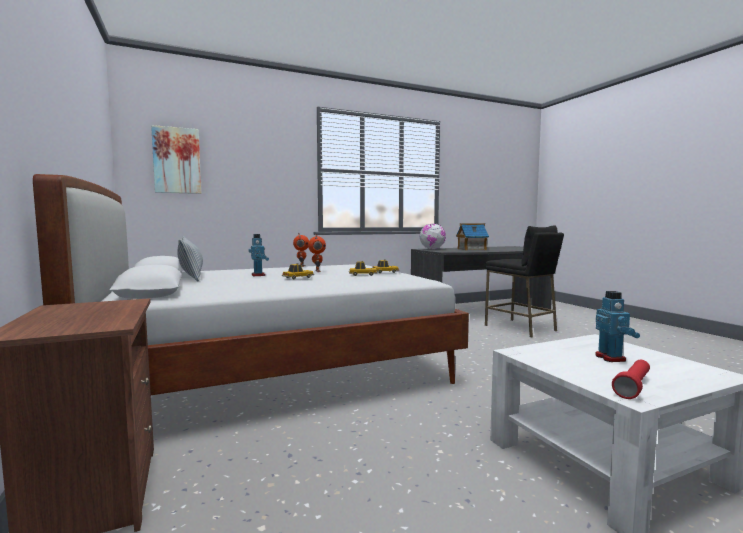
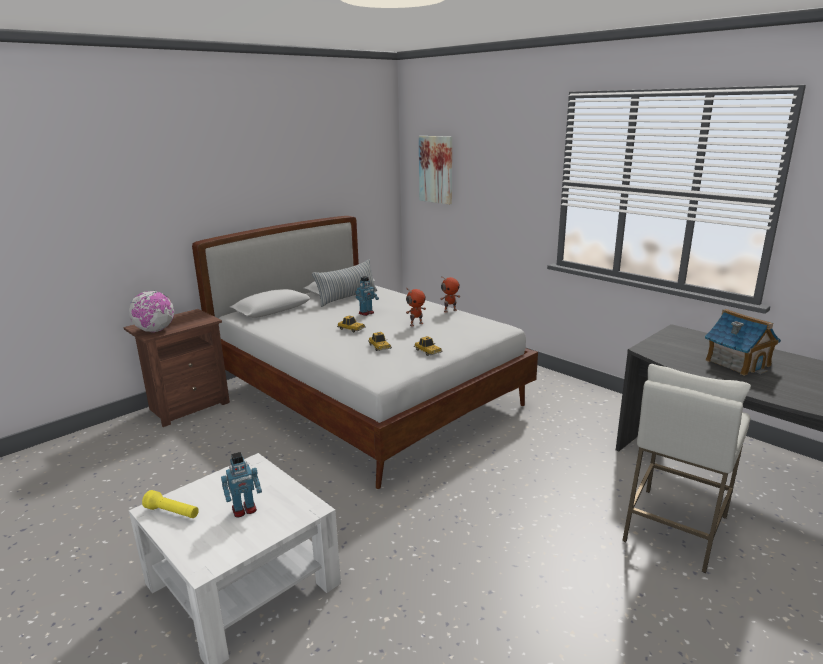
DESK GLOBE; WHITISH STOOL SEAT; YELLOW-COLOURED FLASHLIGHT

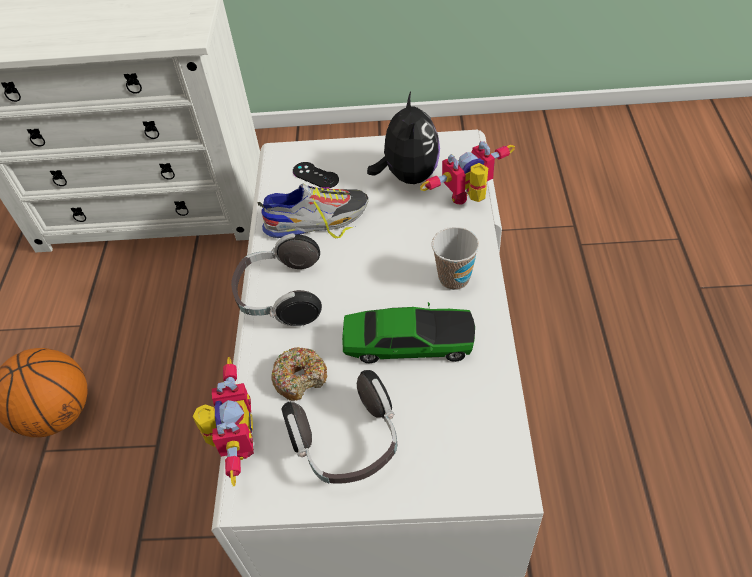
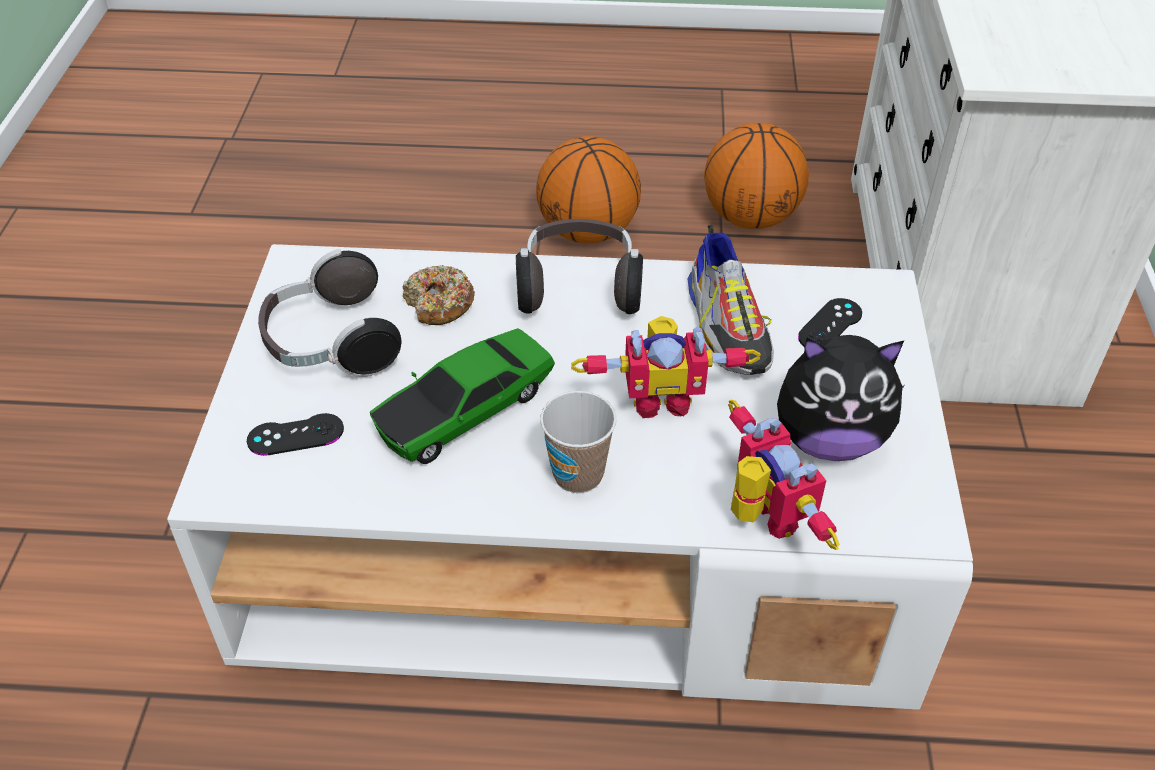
BLACK-COLOURED GAME CONTROLLER (1st from left); BASKETBALL BALL (2nd from left); TOY ROBOT (1st from left); MINIATURE CAR

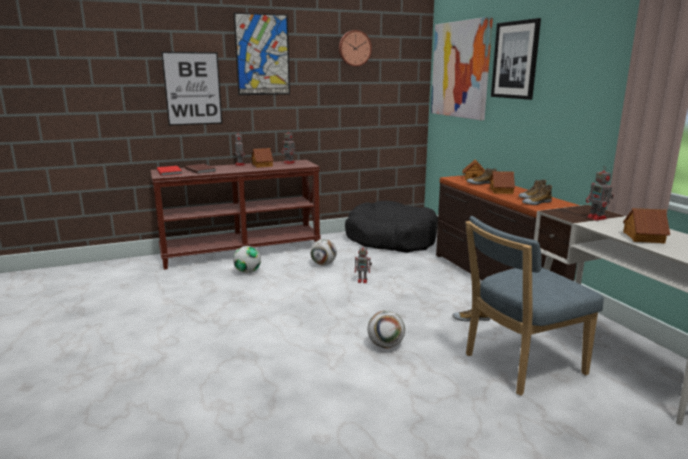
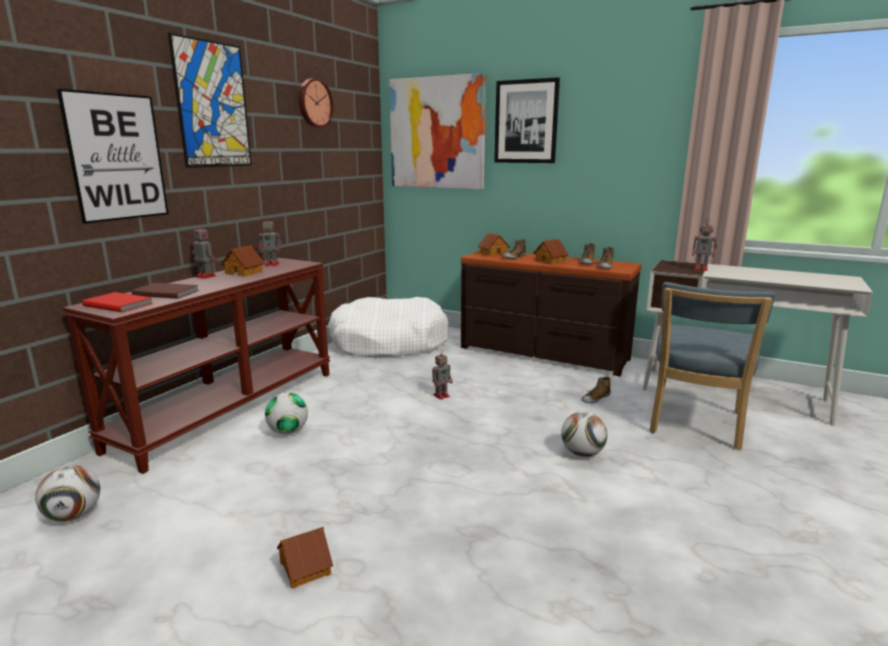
FOOTBALL (1st from left); MODEL HOUSE (2nd from left); WHITISH DOG CUSHION

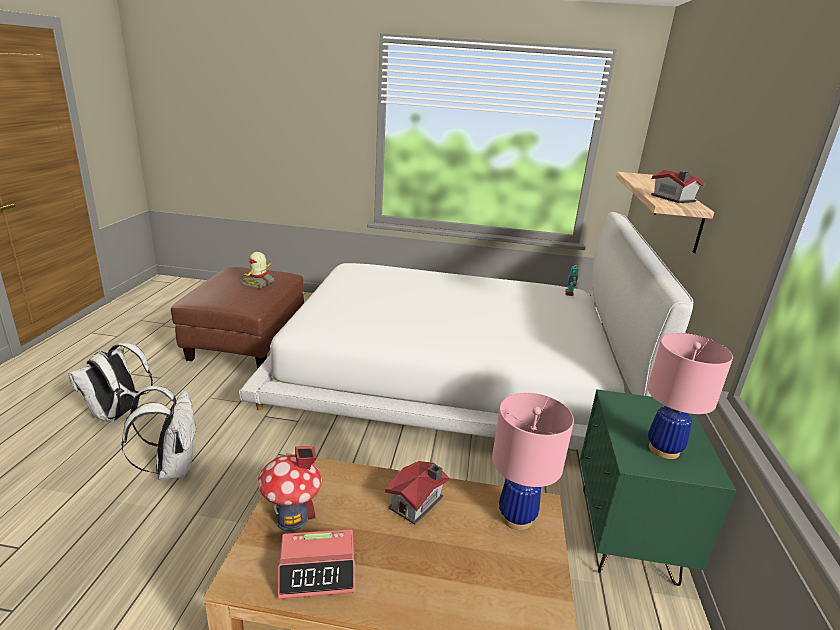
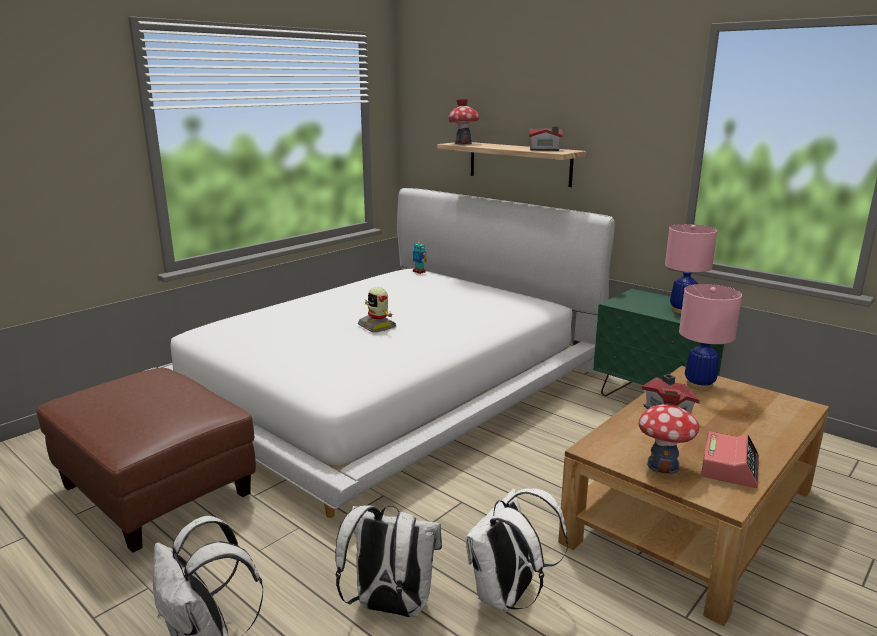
MODEL HOUSE (1st from left); WHITISH BACKPACK (3rd from left); TOY ROBOT (1st from left)

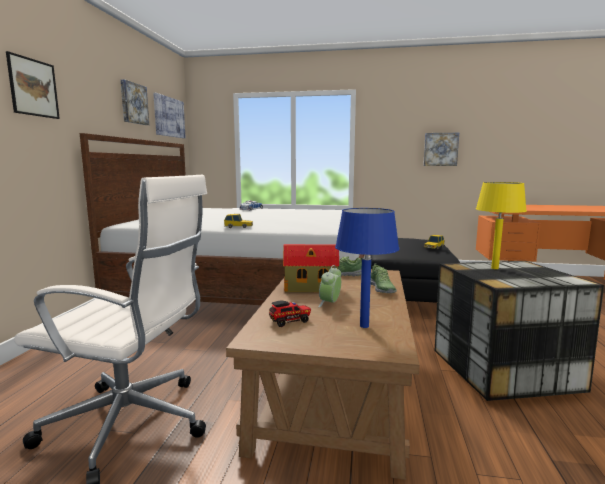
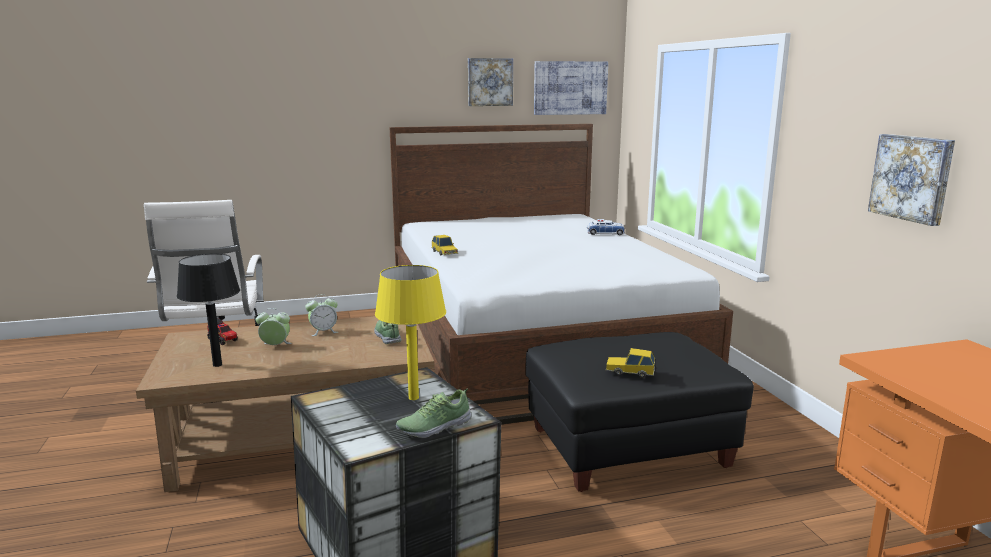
WALL ART (1st from left in the first image); SHOE (2nd from left); BEDSIDE CLOCK (2nd from left); BLACK-COLOURED TABLETOP LAMP

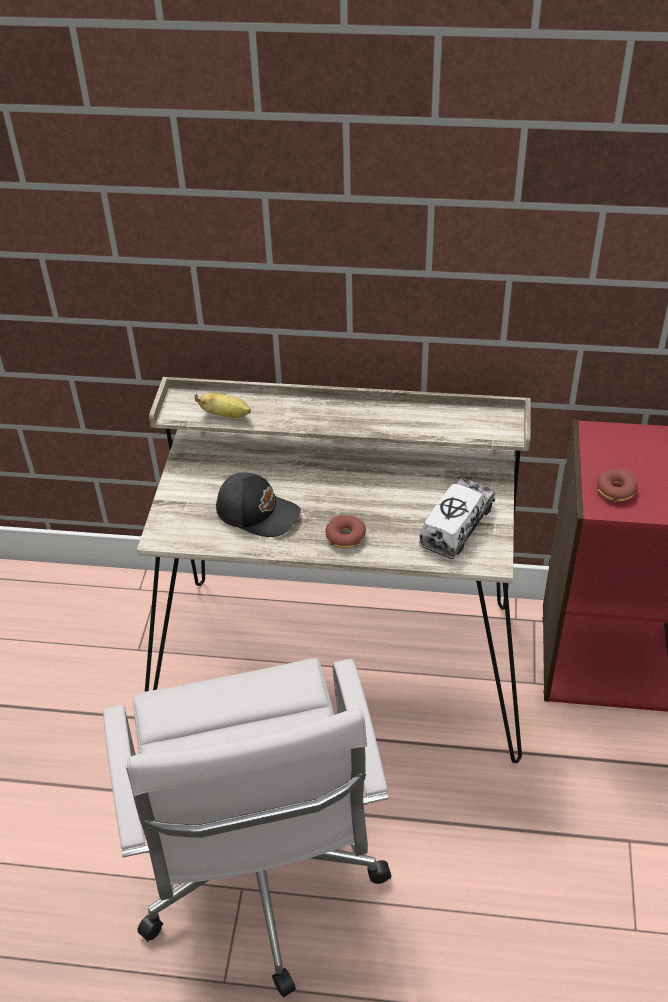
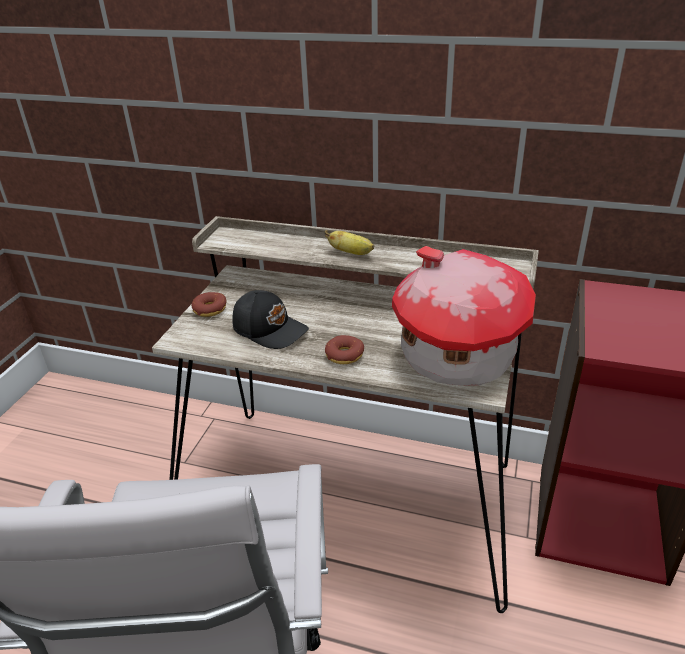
BANANA FRUIT; RING DOUGHNUT (1st from left); MODEL HOUSE

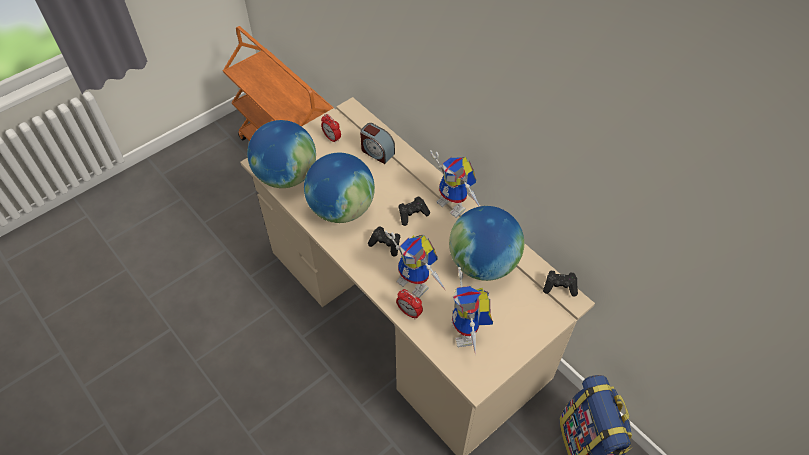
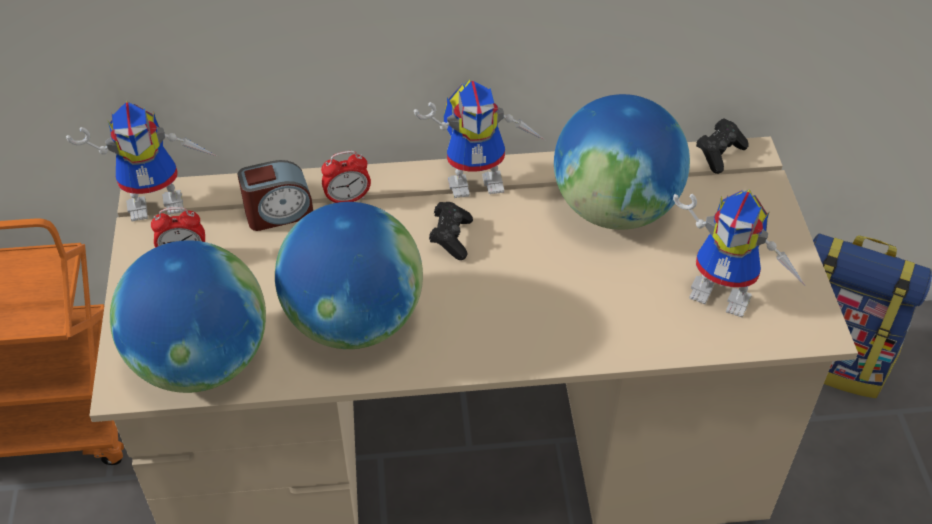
BLACK-COLOURED GAME CONTROLLER (1st from left in the first image); TOY ROBOT (1st from left); BEDSIDE CLOCK (3rd from left)

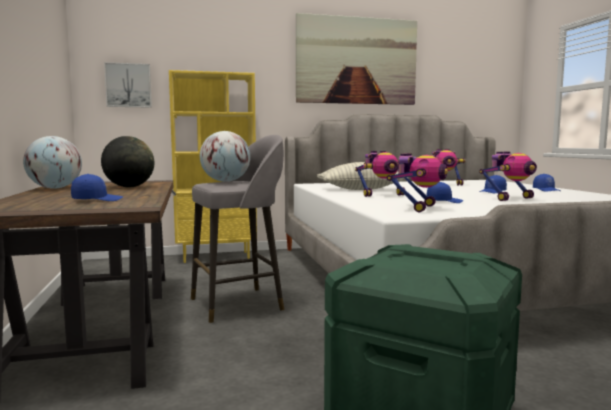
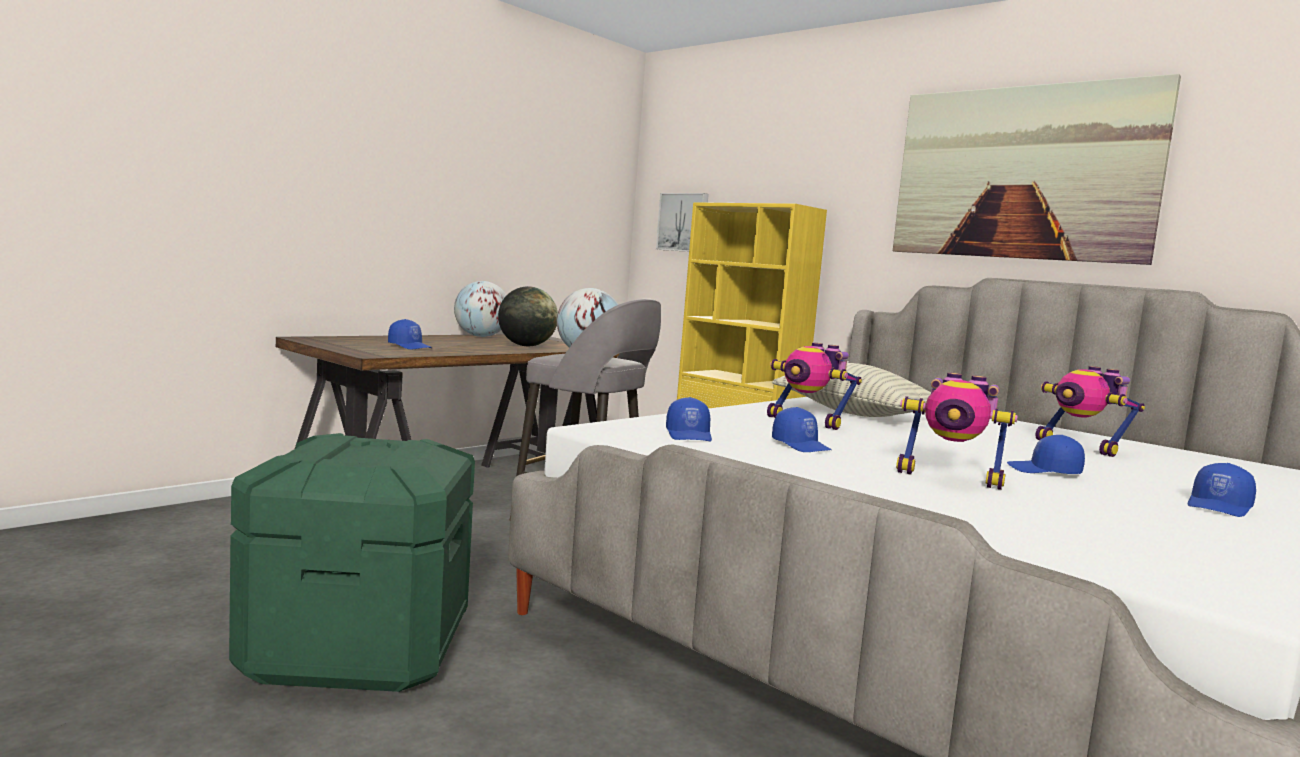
BLUISH CAP (2nd from left)

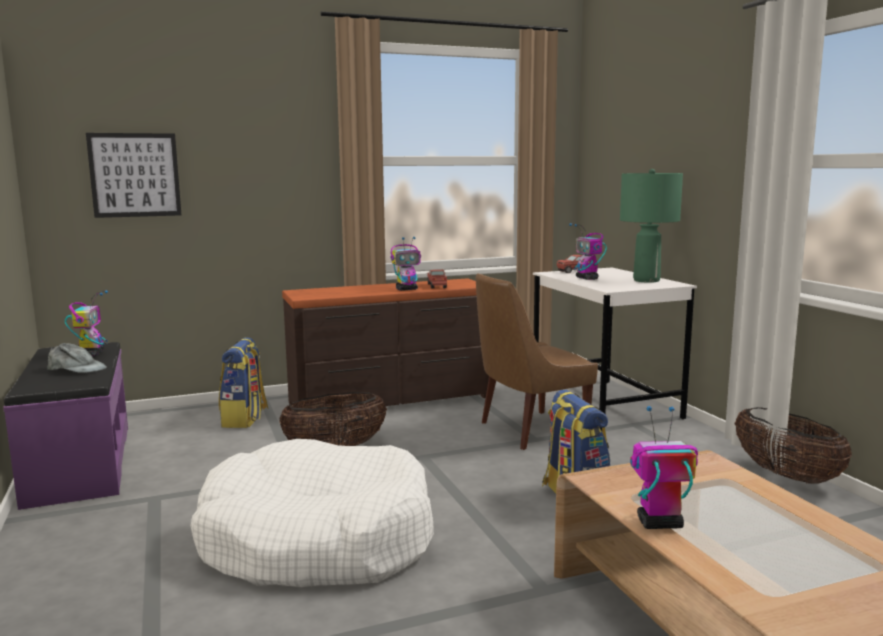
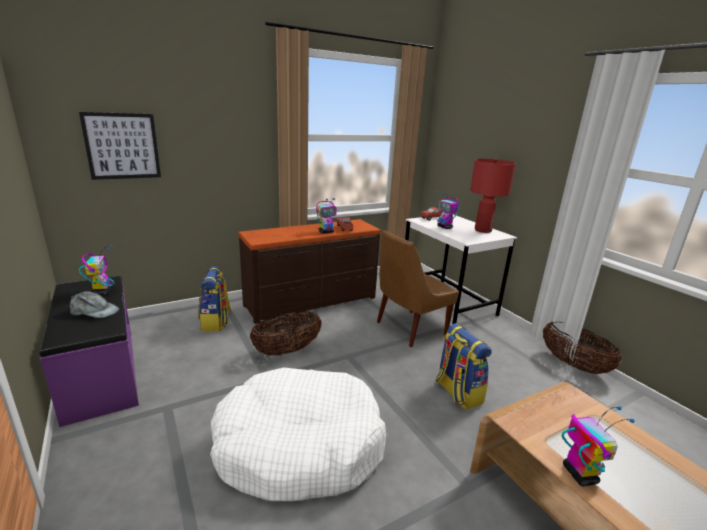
RED TABLETOP LAMP; TOY ROBOT (4th from left)

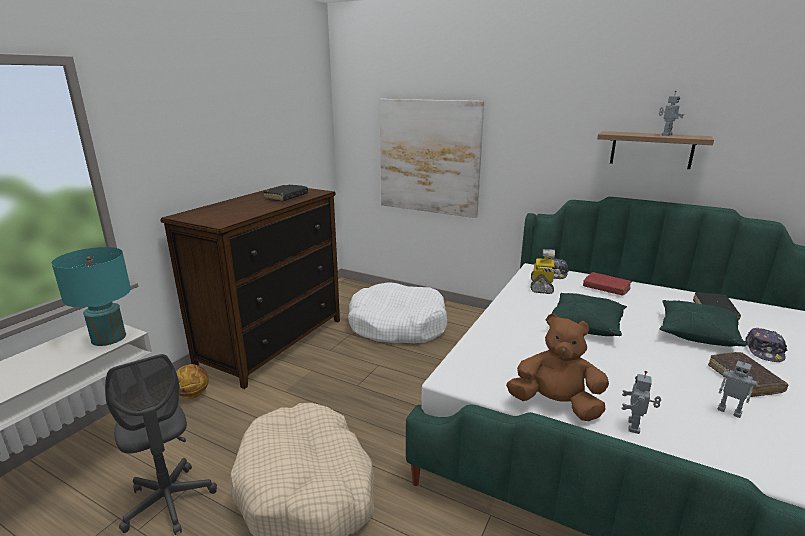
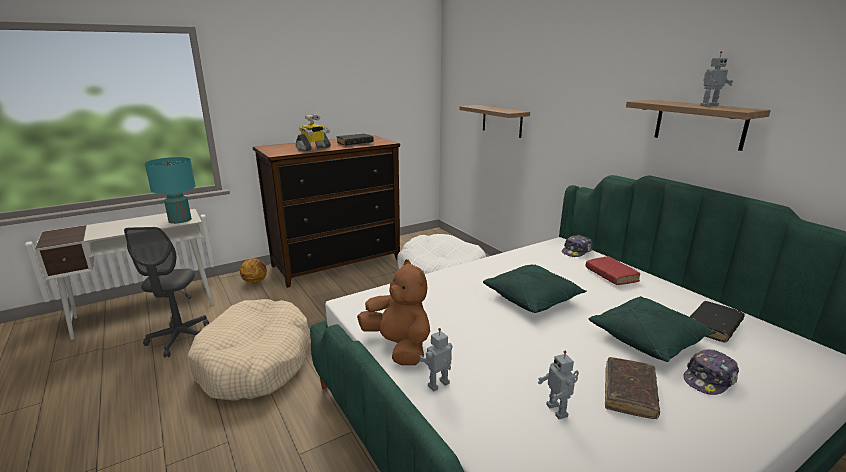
TOY ROBOT (1st from left); BRACKET SHELF (1st from left)

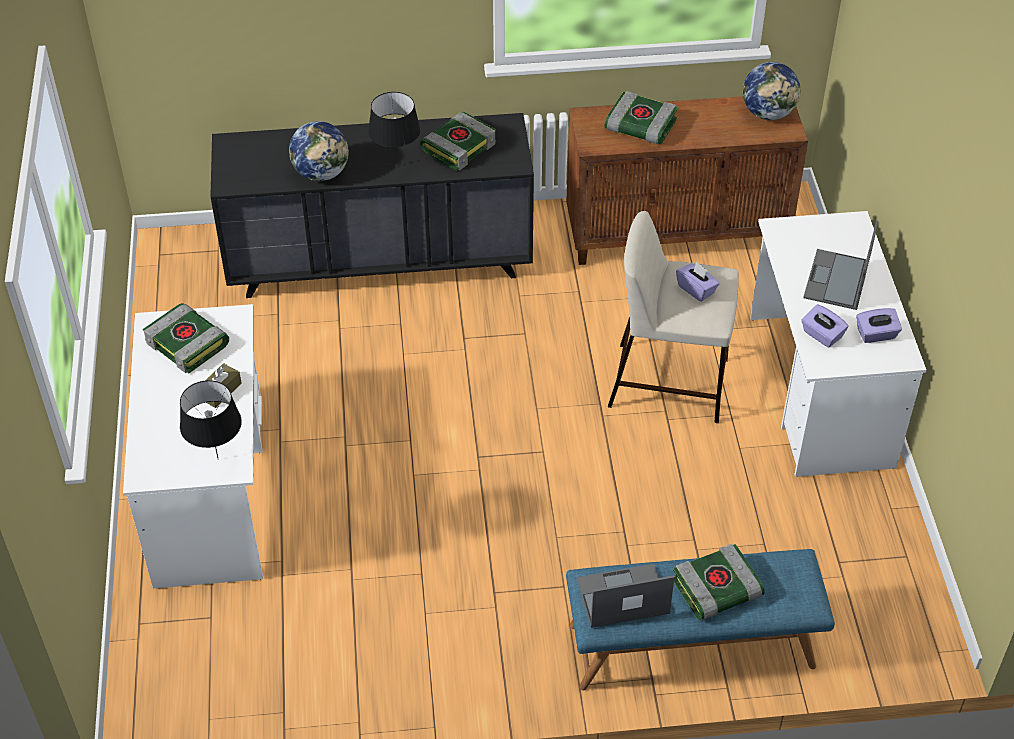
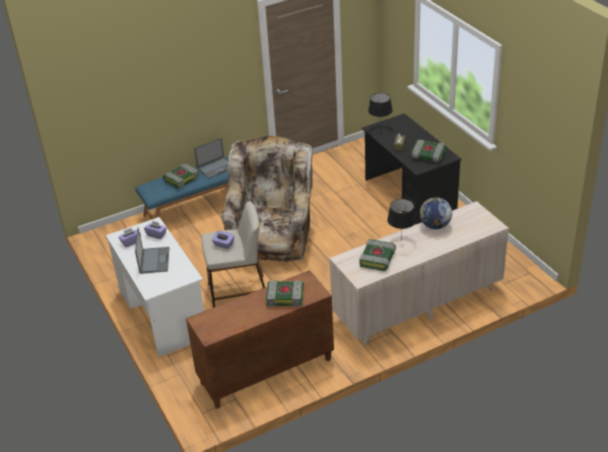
DESK GLOBE (2nd from left in the first image); BEIGE-COLOURED LOUNGE CHAIR; BLACK-COLOURED DESK; BEIGE-COLOURED DRAWER CHEST

